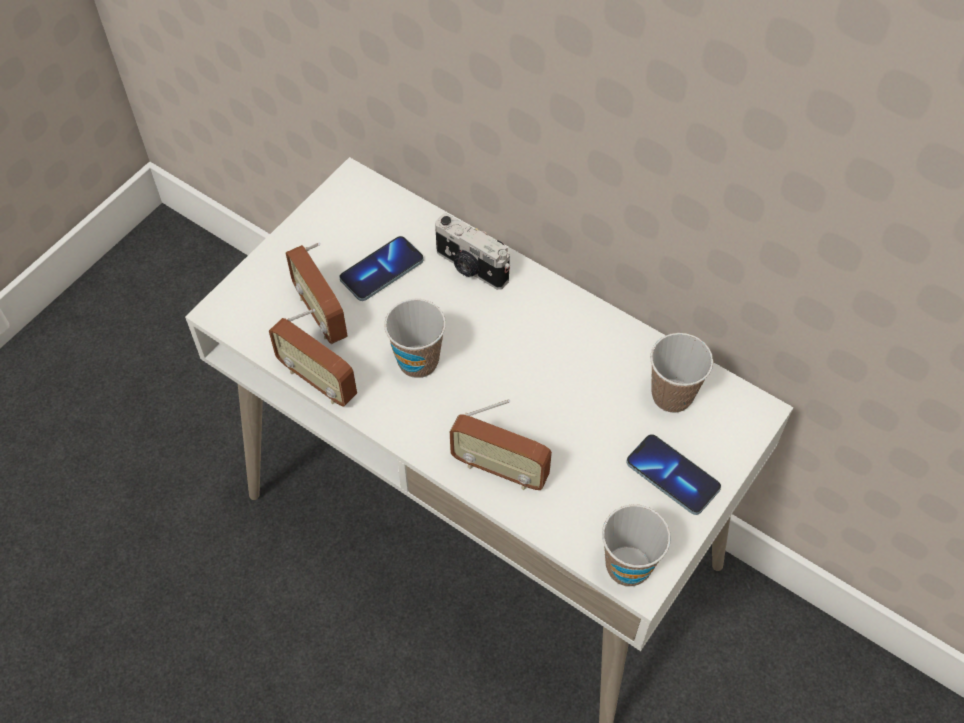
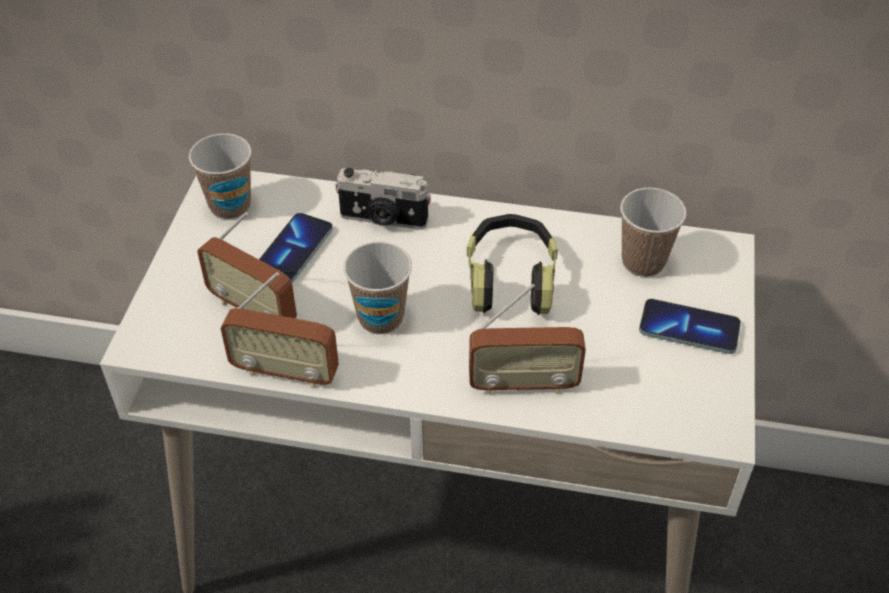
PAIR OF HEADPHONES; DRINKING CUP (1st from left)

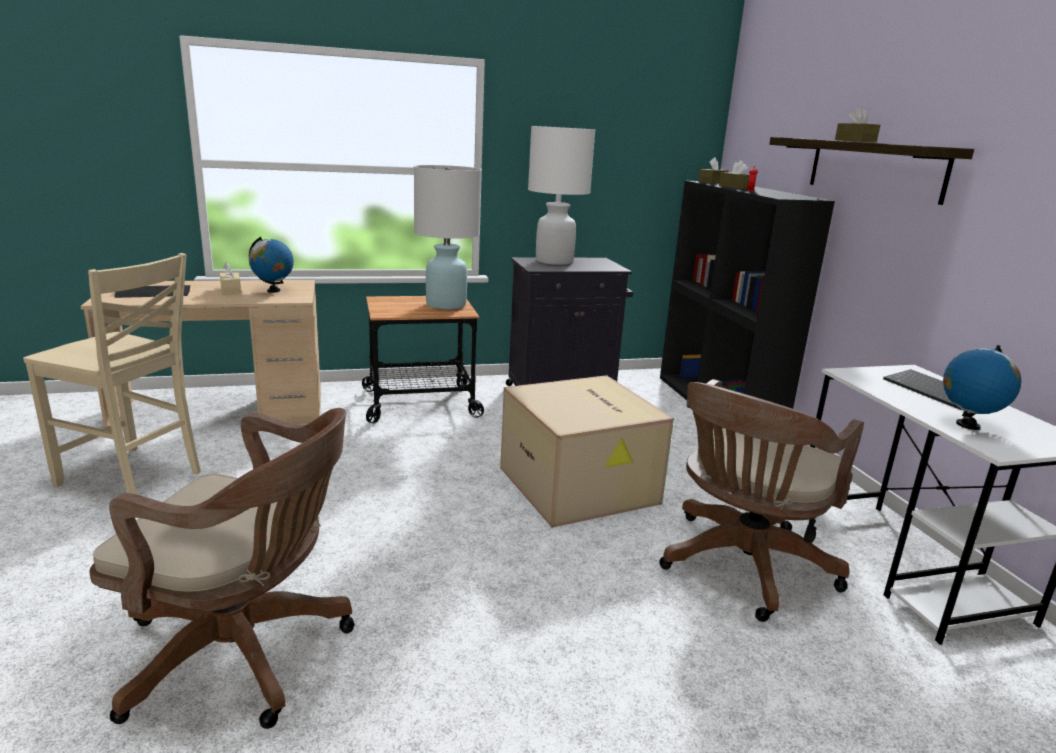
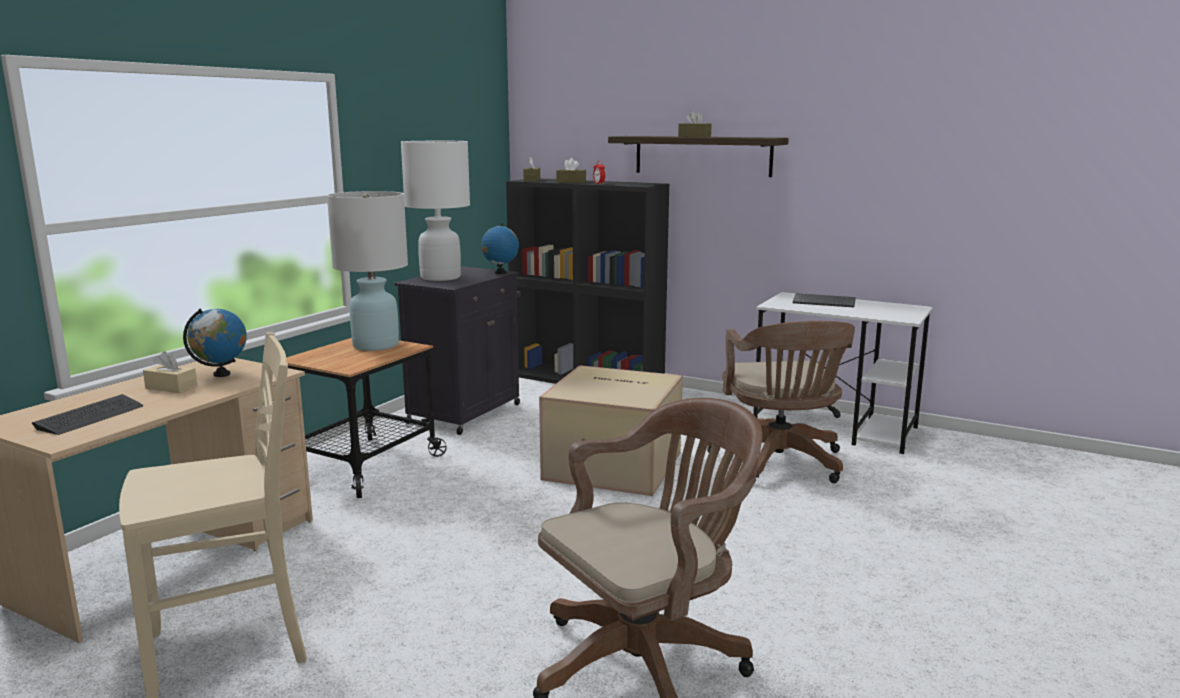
DESK GLOBE (2nd from left)

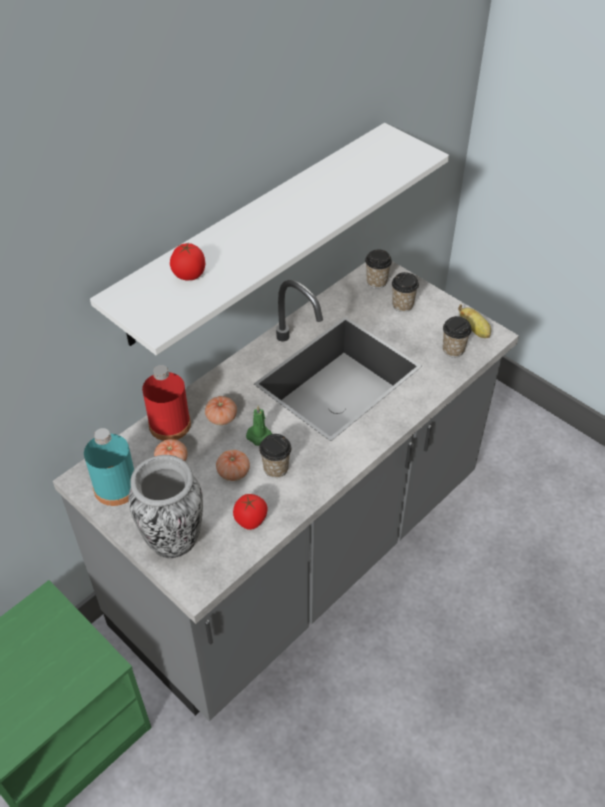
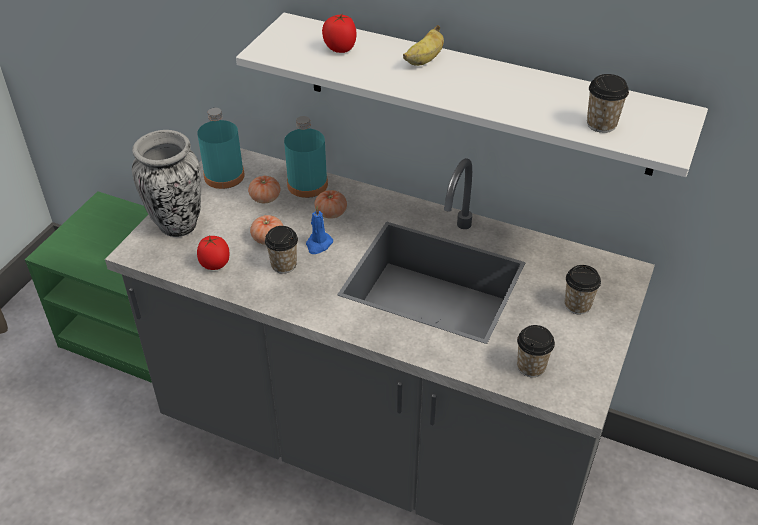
DRINKING CUP (4th from left); BANANA FRUIT; BLUE-GREEN DRINK BOTTLE (2nd from left); BLUISH CANDLE

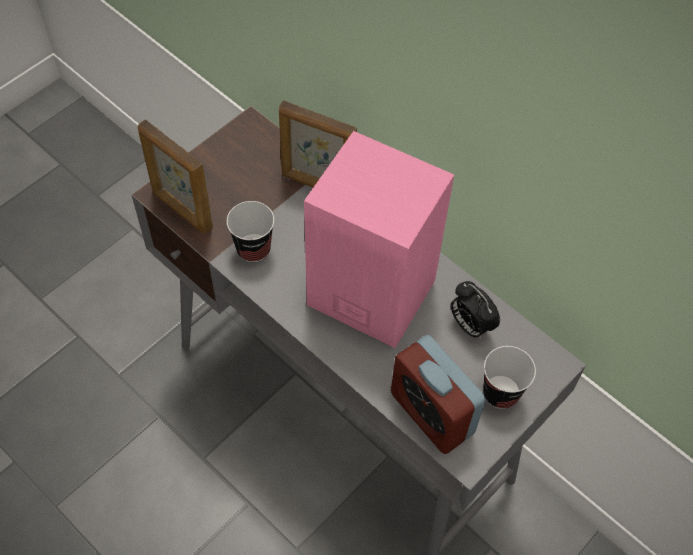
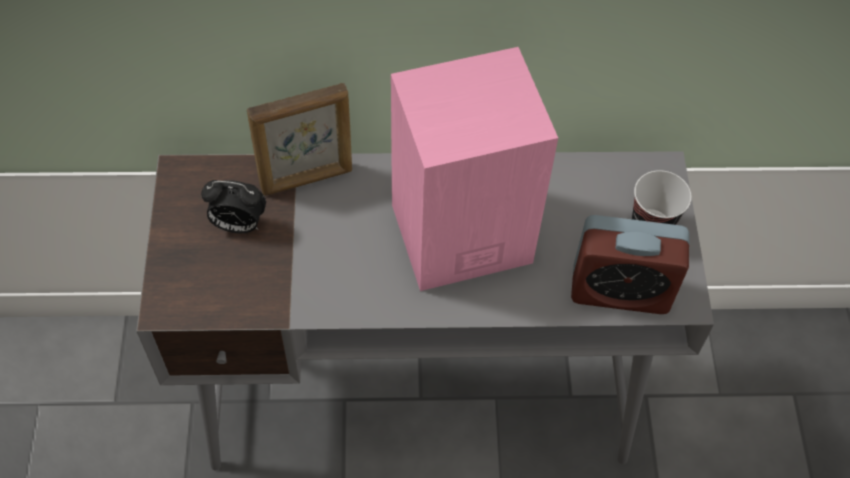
PHOTO FRAME (1st from left in the first image); DRINKING CUP (1st from left in the first image); BEDSIDE CLOCK (1st from left)

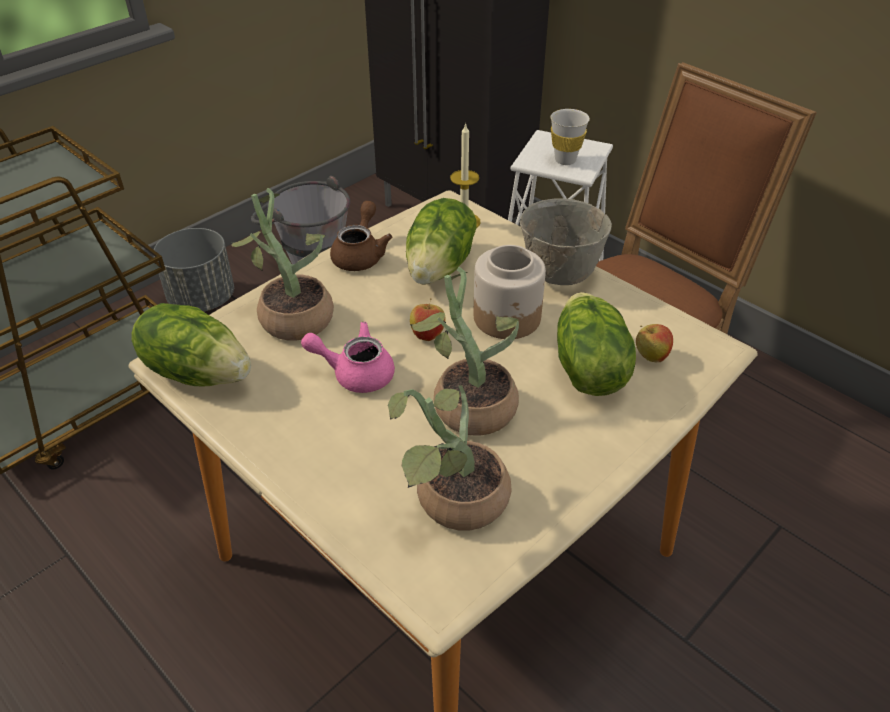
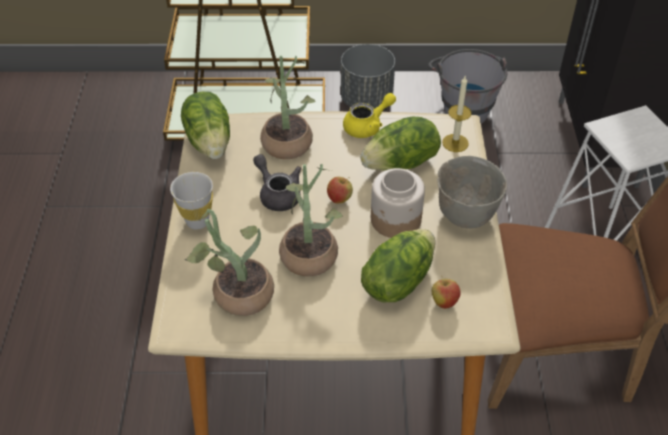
WHITISH DRINKING CUP; GREY POT FOR TEA; YELLOW-COLOURED POT FOR TEA

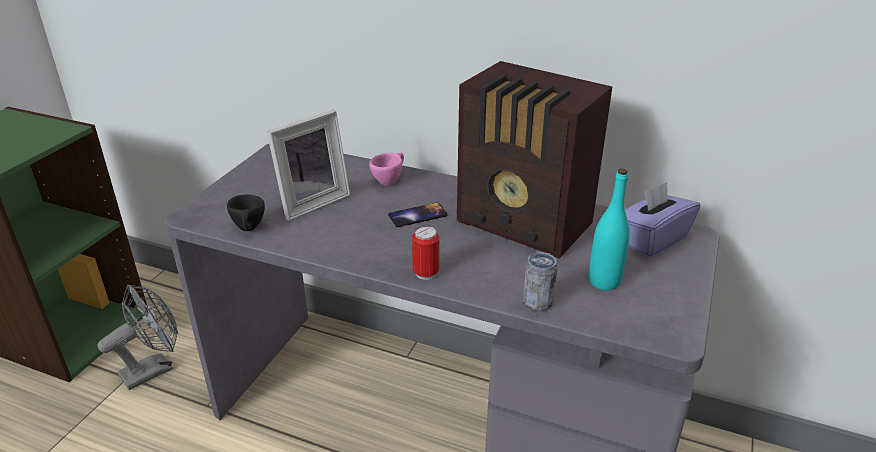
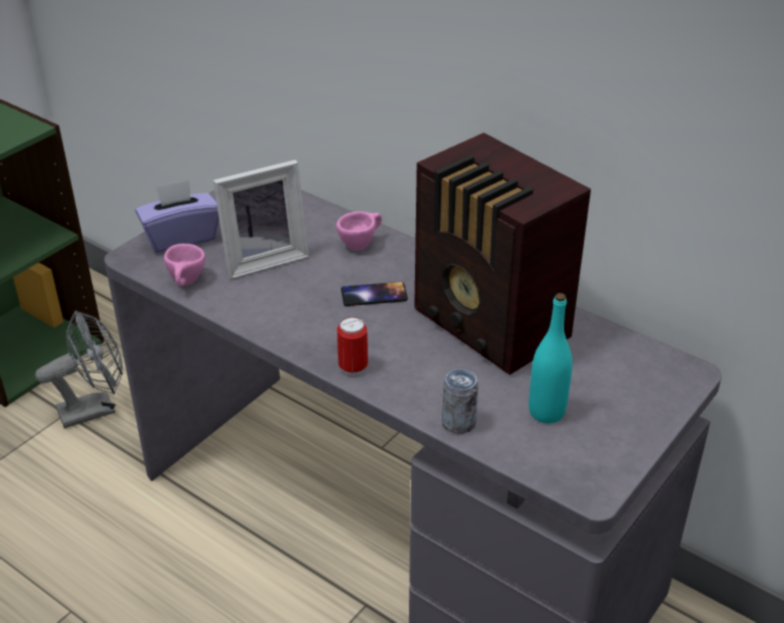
PURPLISH TISSUE HOLDER; PINKISH DRINKING CUP (1st from left)

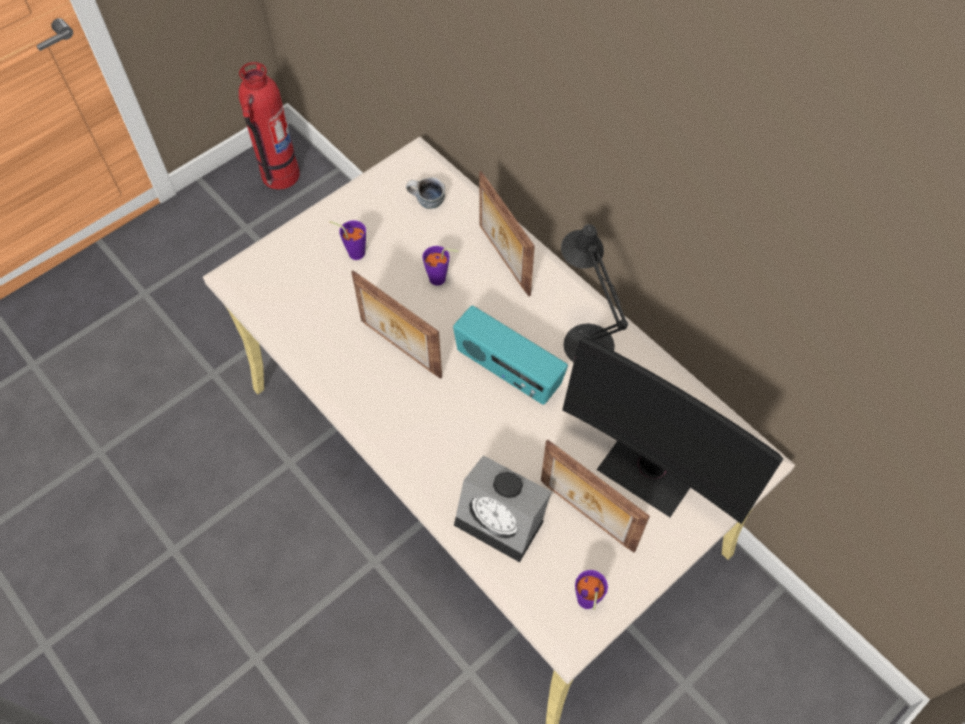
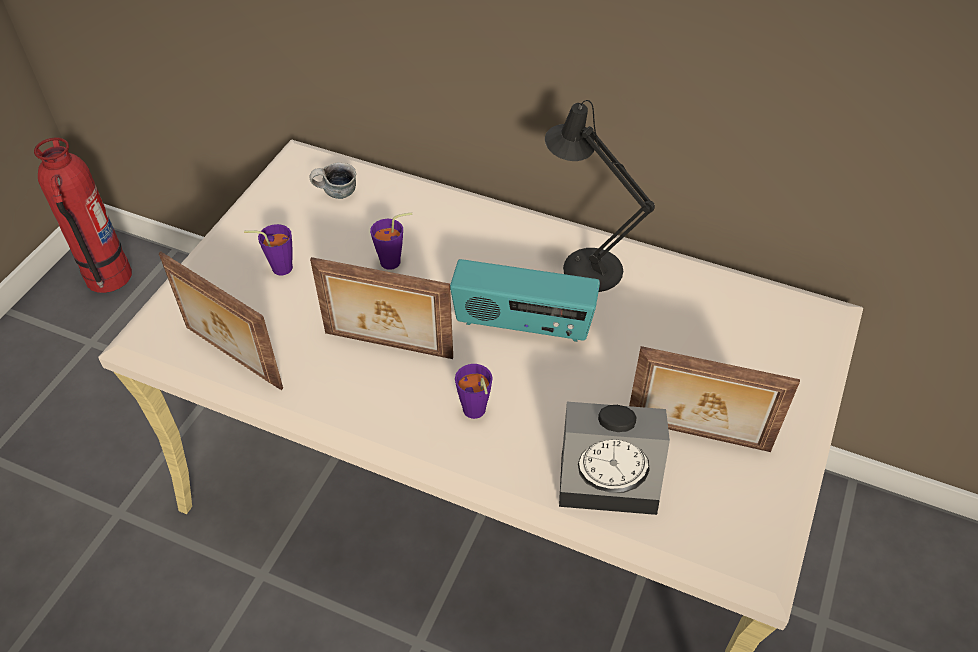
MONITOR; PHOTO FRAME (1st from left); PURPLISH DRINKING CUP (3rd from left)

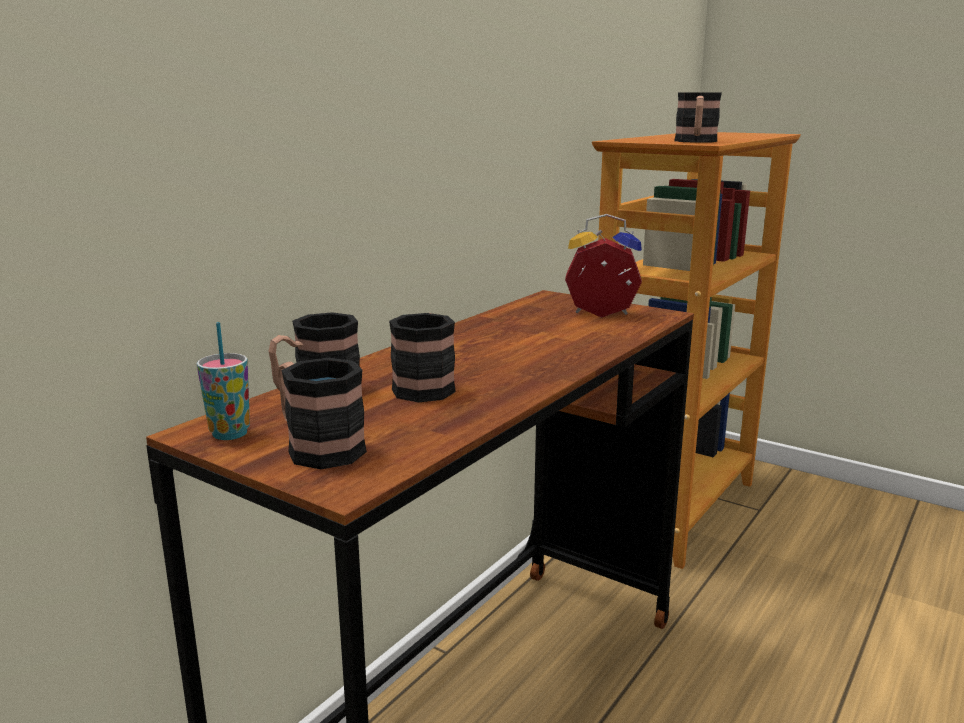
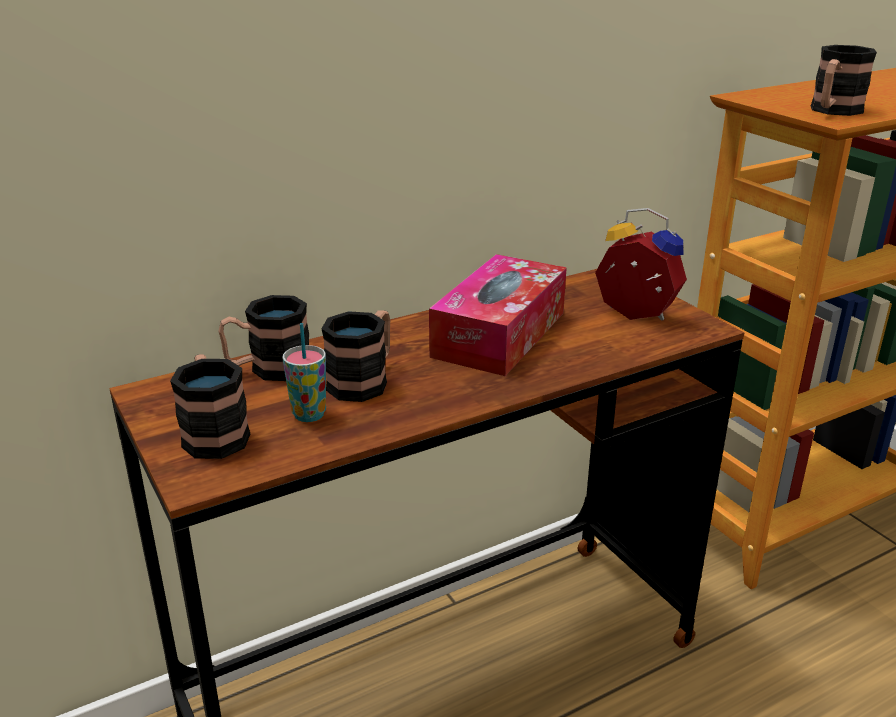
TISSUE HOLDER; DRINKING CUP

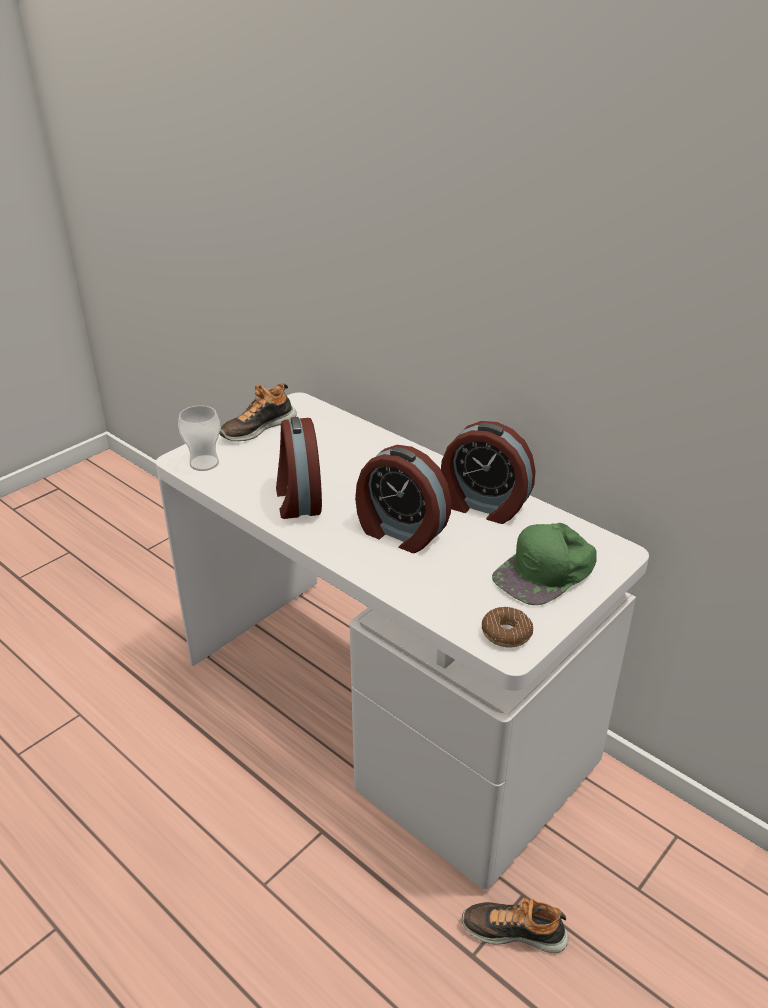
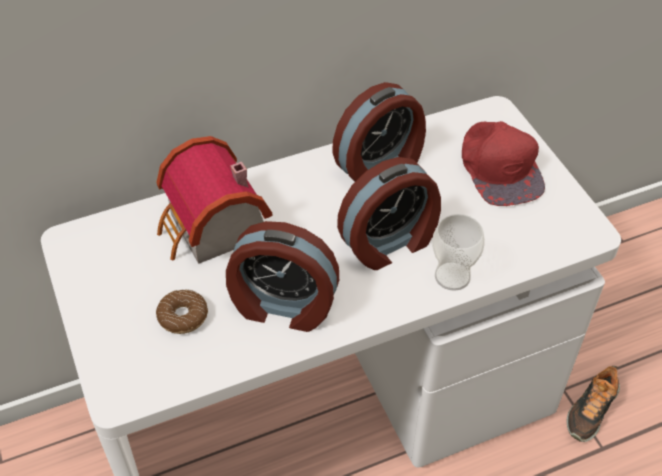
SHOE (1st from left in the first image); MODEL HOUSE; DRINKING CUP; RING DOUGHNUT; RED CAP

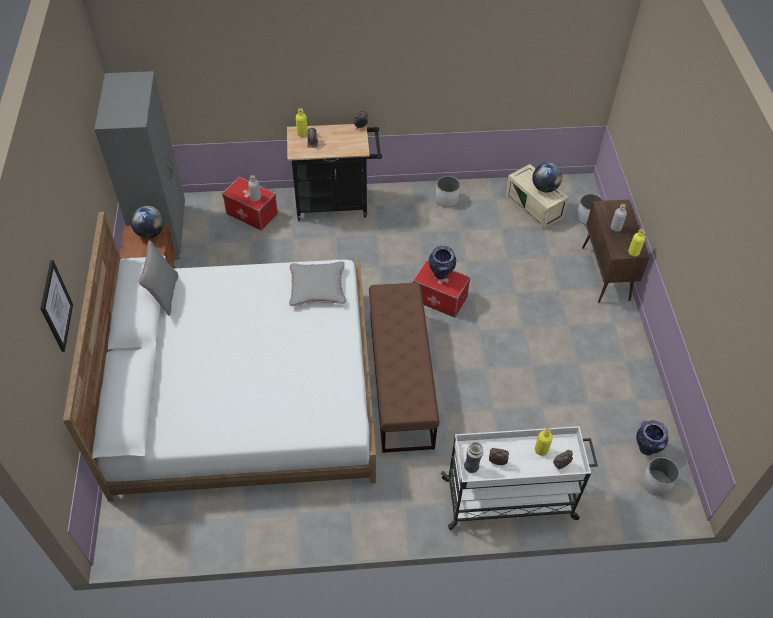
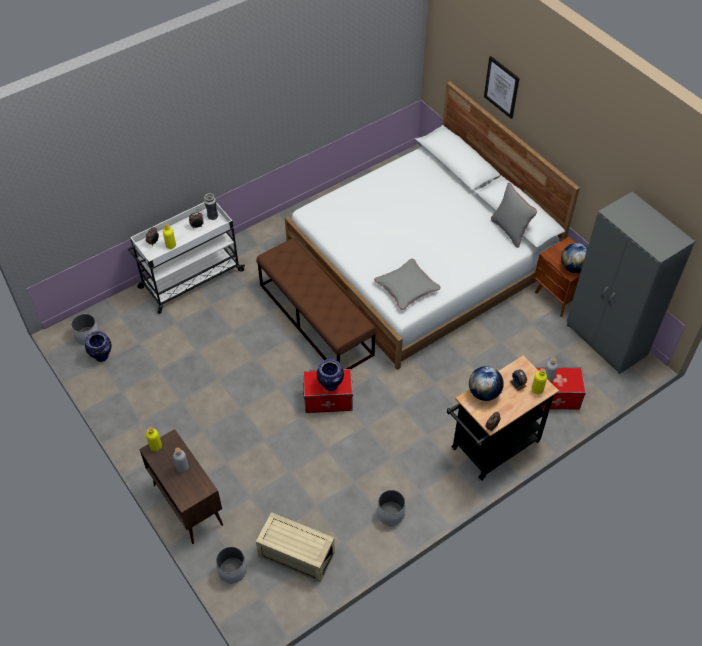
DESK GLOBE (1st from left)

